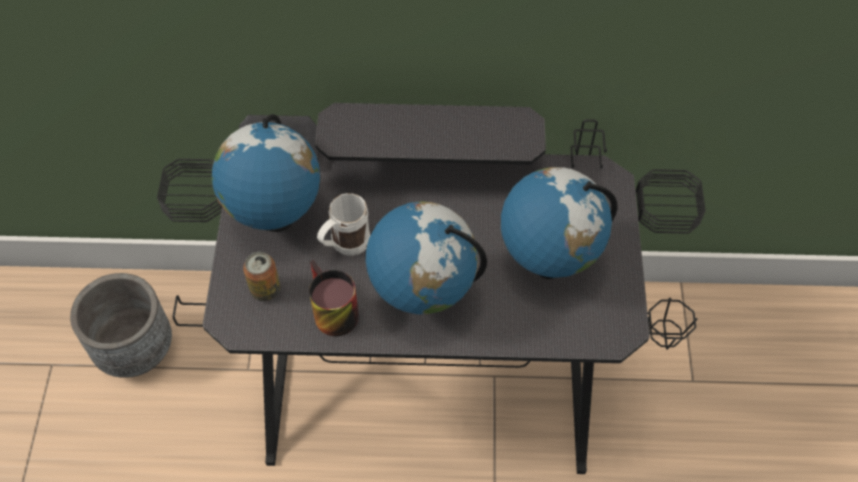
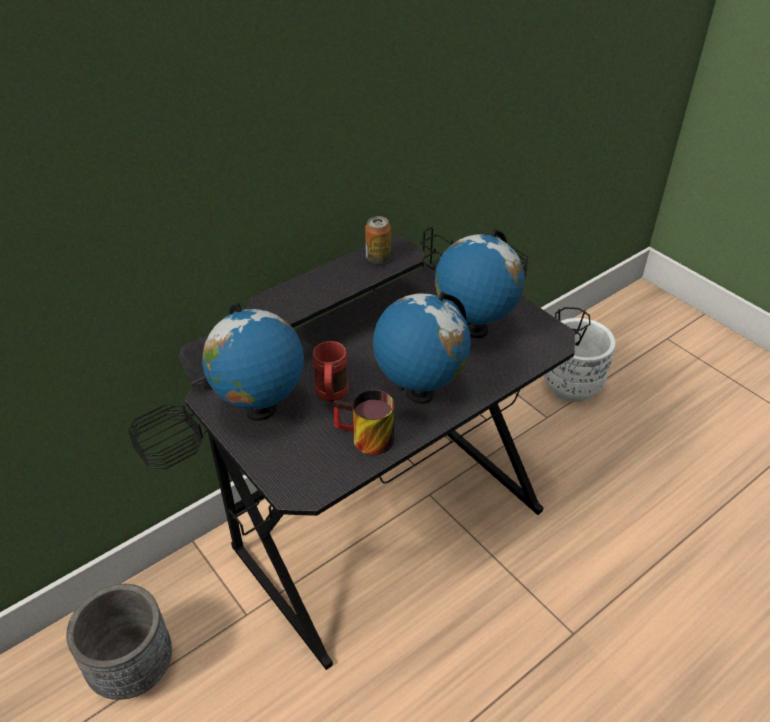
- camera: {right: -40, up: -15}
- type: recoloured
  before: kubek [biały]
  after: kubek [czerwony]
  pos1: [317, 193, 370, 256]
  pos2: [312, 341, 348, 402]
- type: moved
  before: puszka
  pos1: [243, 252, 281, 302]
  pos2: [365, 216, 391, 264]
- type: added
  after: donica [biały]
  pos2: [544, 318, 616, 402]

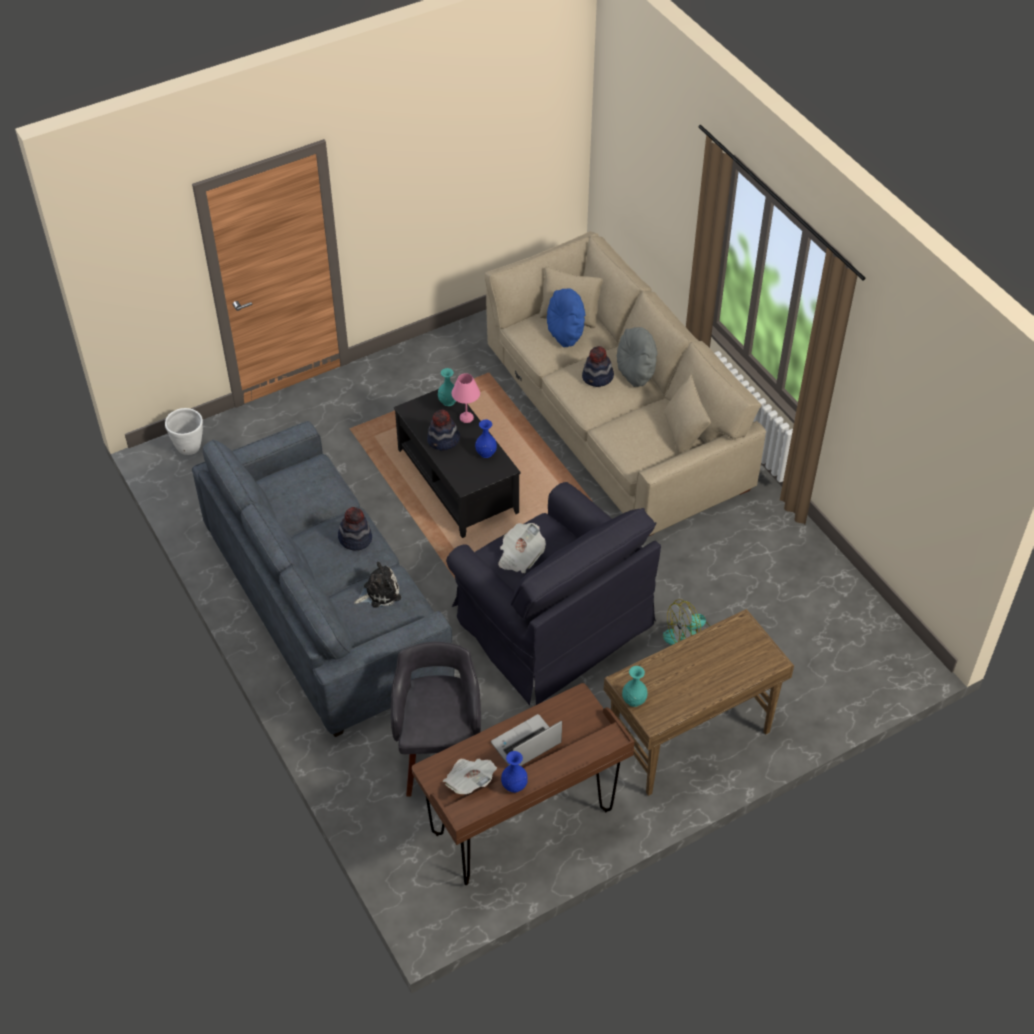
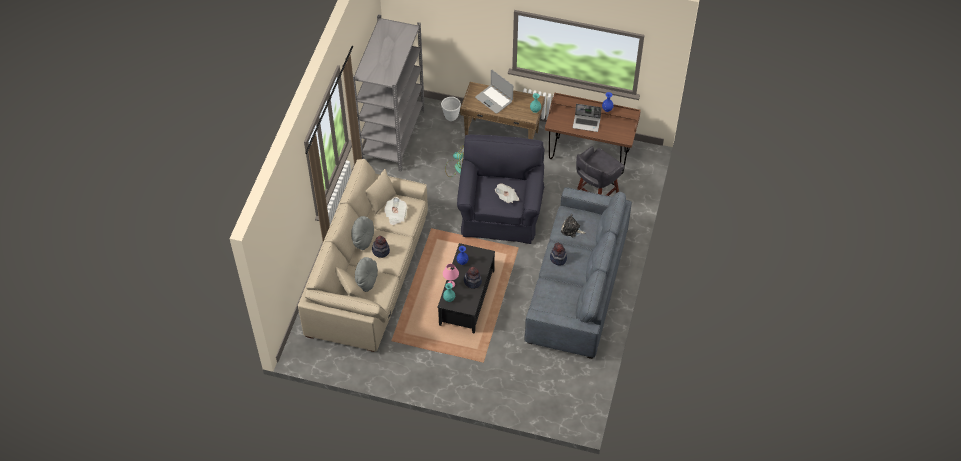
- camera: {right: -135, up: 5}
- type: recoloured
  before: poduszka [niebieski]
  after: poduszka [szary]
  pos1: [547, 289, 585, 347]
  pos2: [355, 257, 378, 292]
- type: moved
  before: donica [biały]
  pos1: [165, 408, 203, 455]
  pos2: [441, 97, 461, 121]
- type: moved
  before: gazeta
  pos1: [443, 759, 497, 794]
  pos2: [384, 197, 408, 225]
- type: added
  after: regał [szary]
  pos2: [353, 14, 425, 172]
- type: added
  after: laptop
  pos2: [475, 70, 513, 114]

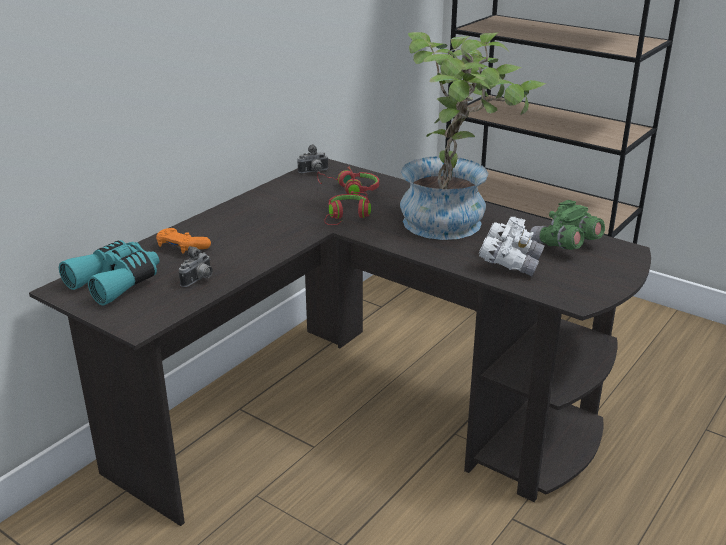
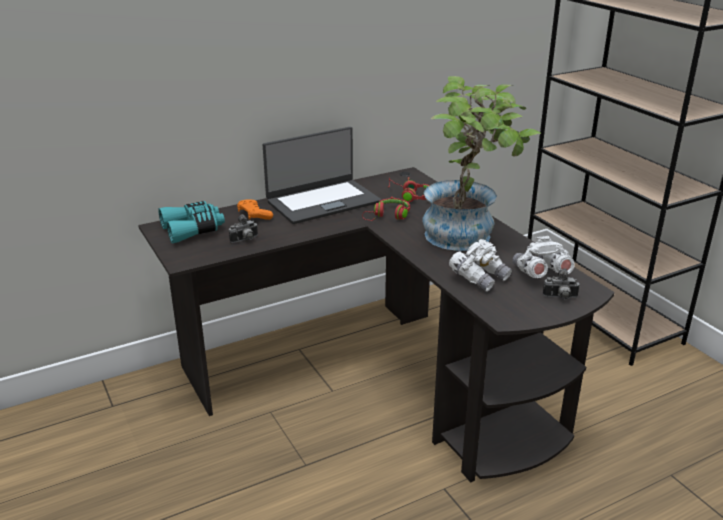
- camera: {right: 25, up: 0}
- type: moved
  before: aparat fotograficzny
  pos1: [297, 144, 329, 174]
  pos2: [543, 268, 580, 299]
- type: recoloured
  before: lornetka [zielony]
  after: lornetka [biały]
  pos1: [530, 200, 605, 250]
  pos2: [512, 236, 575, 278]
- type: added
  after: laptop
  pos2: [263, 127, 381, 224]

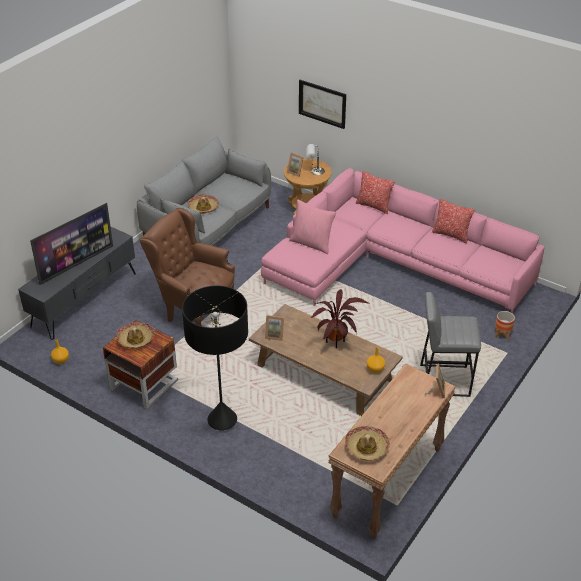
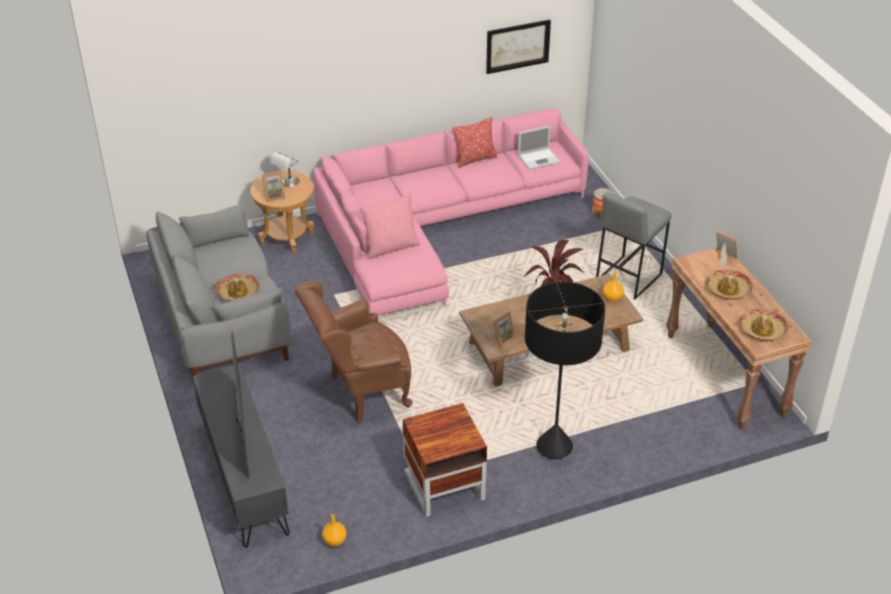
- camera: {right: -55, up: 0}
- type: moved
  before: obraz
  pos1: [299, 80, 346, 129]
  pos2: [486, 20, 551, 74]
- type: removed
  before: poduszka
  pos1: [355, 171, 395, 214]
- type: moved
  before: kapelusz
  pos1: [116, 322, 154, 349]
  pos2: [706, 269, 753, 300]
- type: added
  after: laptop
  pos2: [518, 126, 560, 170]

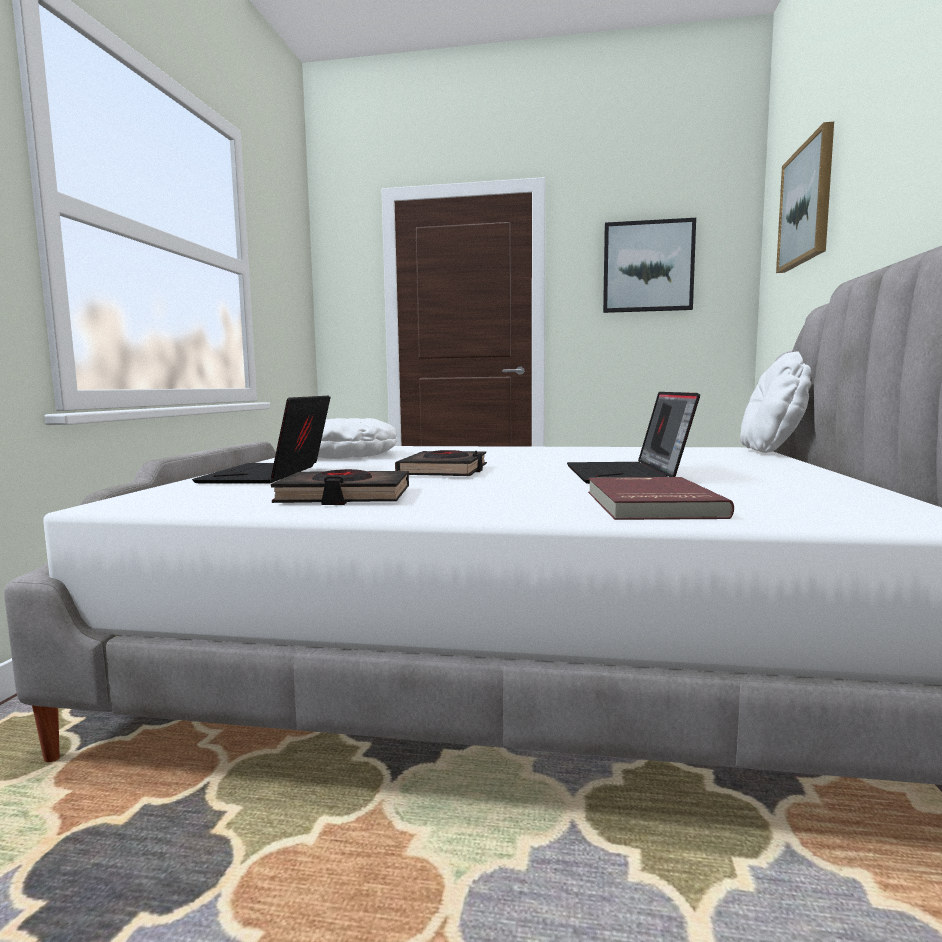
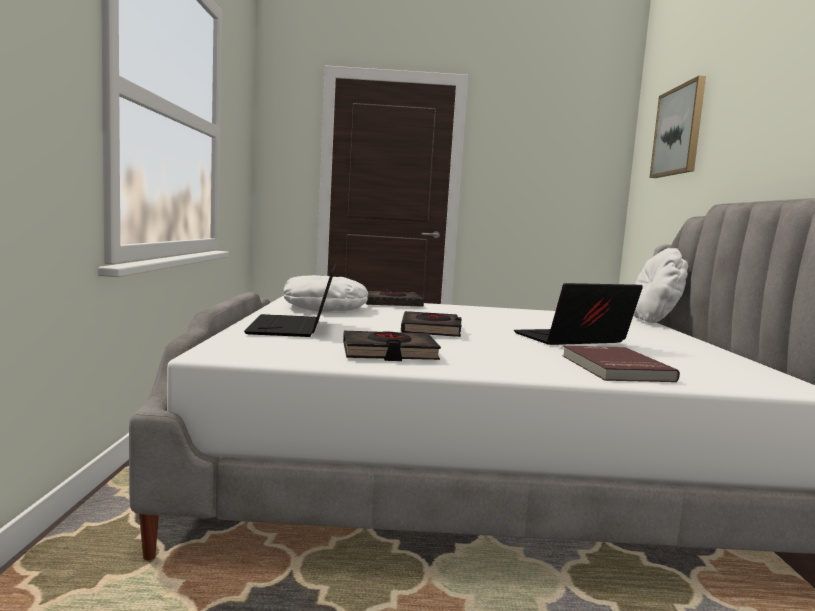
- camera: {right: -10, up: 0}
- type: removed
  before: obraz
  pos1: [603, 218, 696, 313]
- type: turned
  before: laptop
  pos1: [567, 392, 700, 484]
  pos2: [514, 283, 643, 345]
  turn: 75
- type: added
  after: książka [czarny]
  pos2: [366, 289, 424, 307]

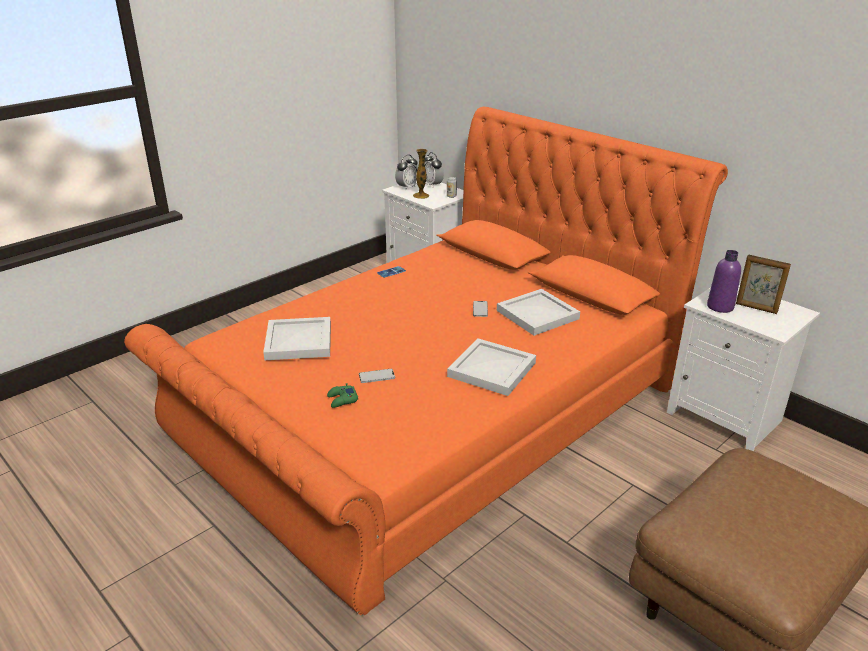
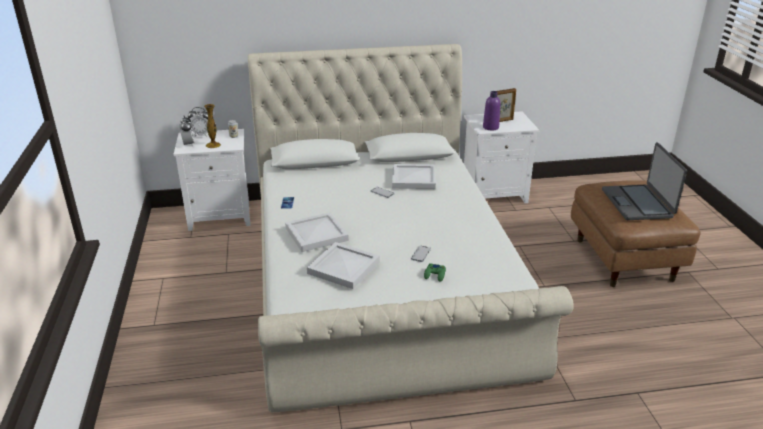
- camera: {right: -55, up: 0}
- type: recoloured
  before: łóżko [pomarańczowy]
  after: łóżko [beżowy]
  pos1: [124, 107, 728, 615]
  pos2: [248, 44, 574, 412]
- type: moved
  before: taca [biały]
  pos1: [447, 338, 536, 396]
  pos2: [285, 212, 349, 252]
- type: added
  after: laptop
  pos2: [602, 142, 687, 220]

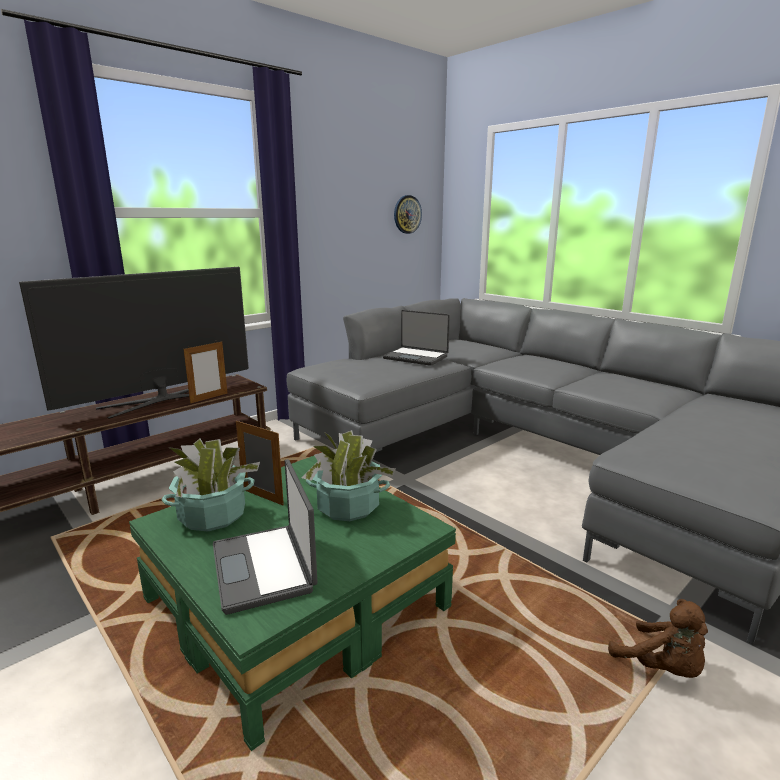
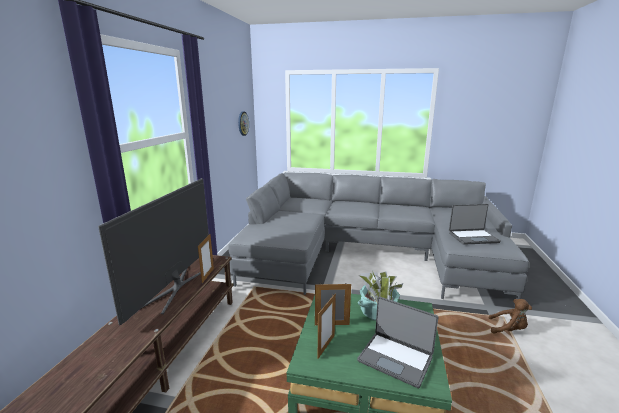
- camera: {right: -35, up: 0}
- type: moved
  before: laptop
  pos1: [383, 310, 450, 366]
  pos2: [449, 204, 501, 245]
- type: replaced
  before: roślina doniczkowa
  after: ramka na zdjęcie
  pos1: [161, 439, 260, 531]
  pos2: [318, 293, 336, 359]

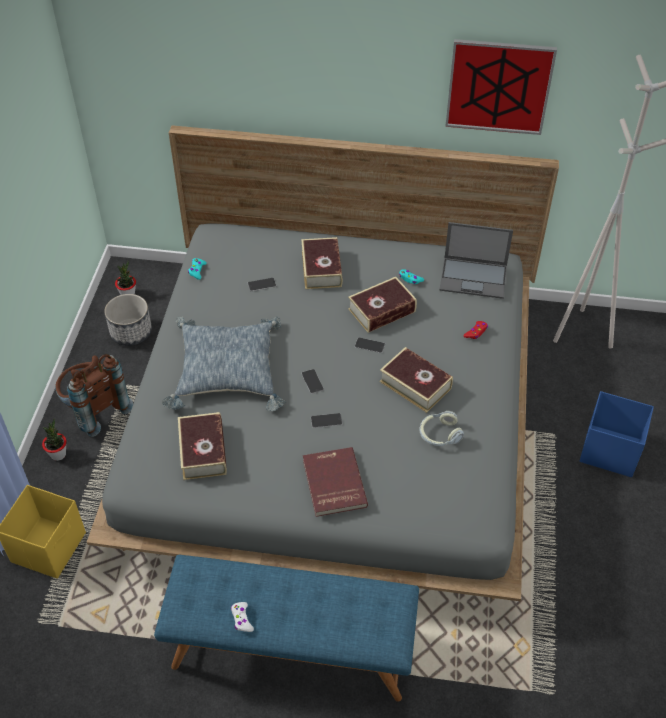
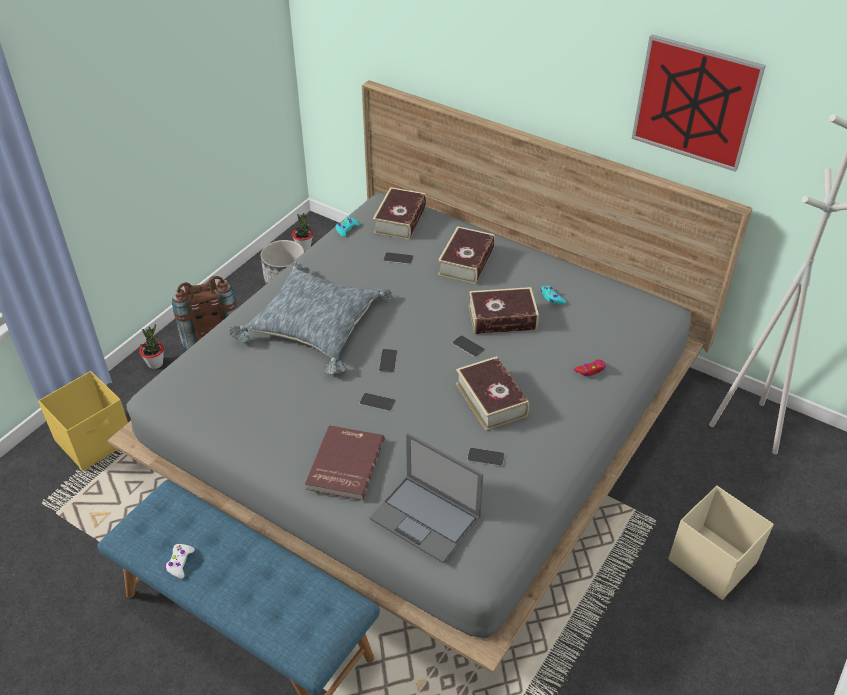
- camera: {right: 25, up: -5}
- type: moved
  before: laptop
  pos1: [440, 222, 513, 299]
  pos2: [369, 433, 483, 563]
- type: recoloured
  before: pojemnik do przechowywania [niebieski]
  after: pojemnik do przechowywania [beżowy]
  pos1: [580, 391, 654, 477]
  pos2: [668, 485, 774, 600]
- type: replaced
  before: słuchawki
  after: telefon
  pos1: [420, 411, 464, 446]
  pos2: [467, 448, 505, 466]
- type: moved
  before: książka
  pos1: [178, 412, 227, 480]
  pos2: [373, 187, 426, 240]

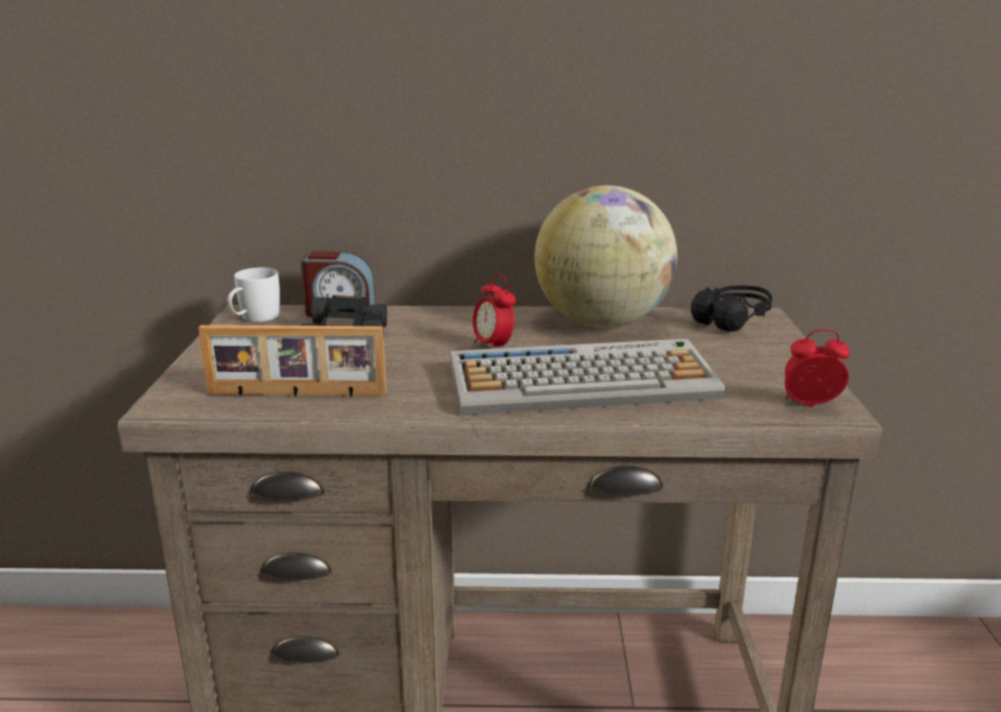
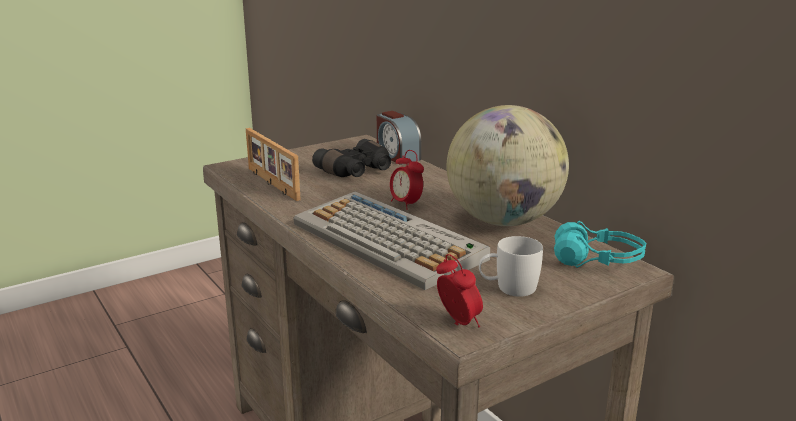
- camera: {right: 55, up: 0}
- type: moved
  before: kubek [biały]
  pos1: [228, 268, 280, 322]
  pos2: [479, 236, 543, 297]
- type: turned
  before: budzik
  pos1: [473, 275, 516, 349]
  pos2: [390, 150, 424, 210]
  turn: -60
- type: recoloured
  before: słuchawki [czarny]
  after: słuchawki [turkusowy]
  pos1: [691, 286, 773, 332]
  pos2: [554, 221, 646, 268]

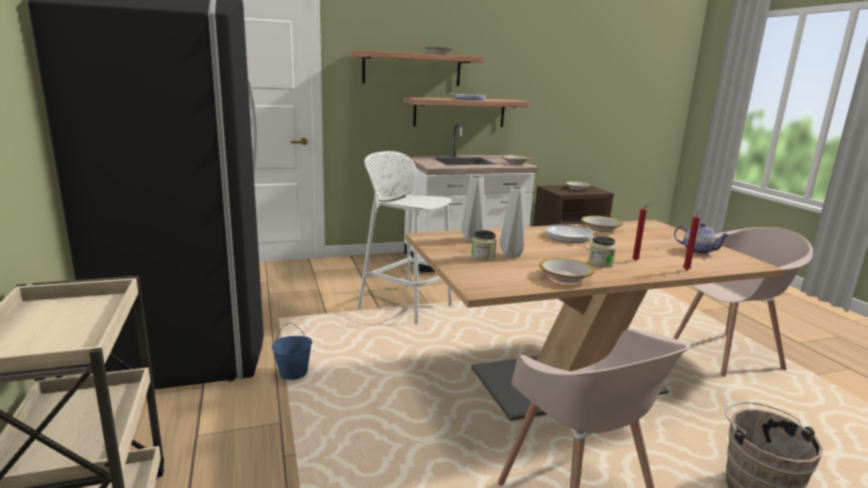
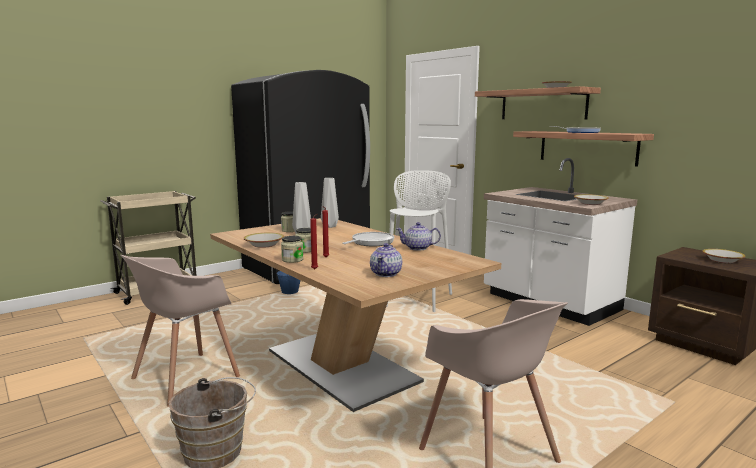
- camera: {right: 70, up: -5}
- type: replaced
  before: miska
  after: imbryk
  pos1: [581, 216, 623, 232]
  pos2: [396, 222, 441, 251]
- type: added
  after: słoik
  pos2: [281, 236, 303, 263]

